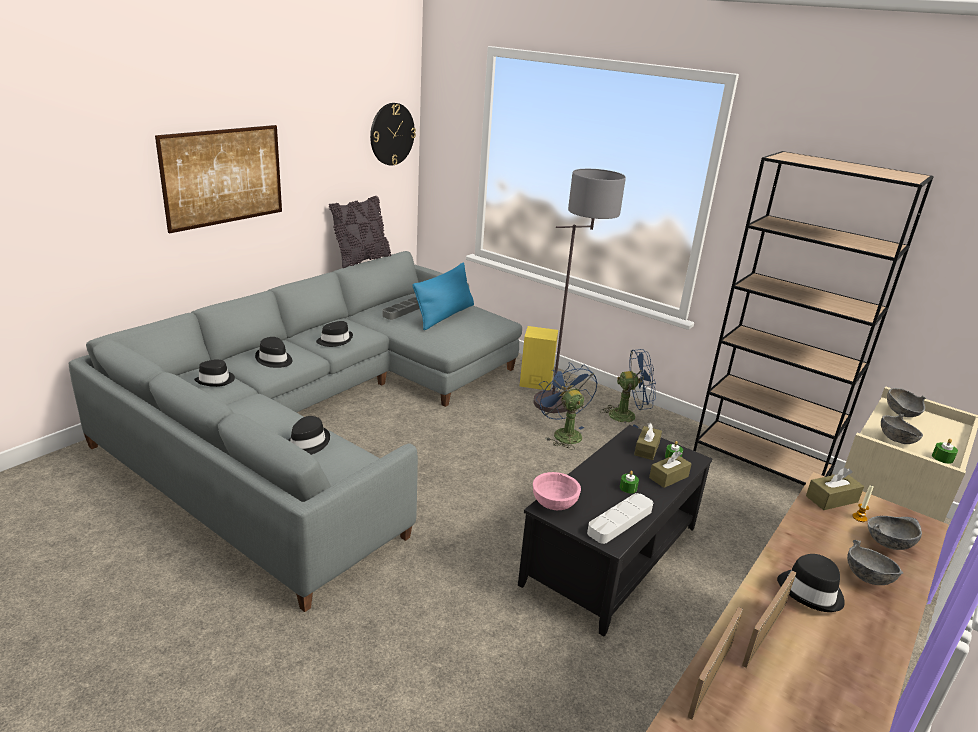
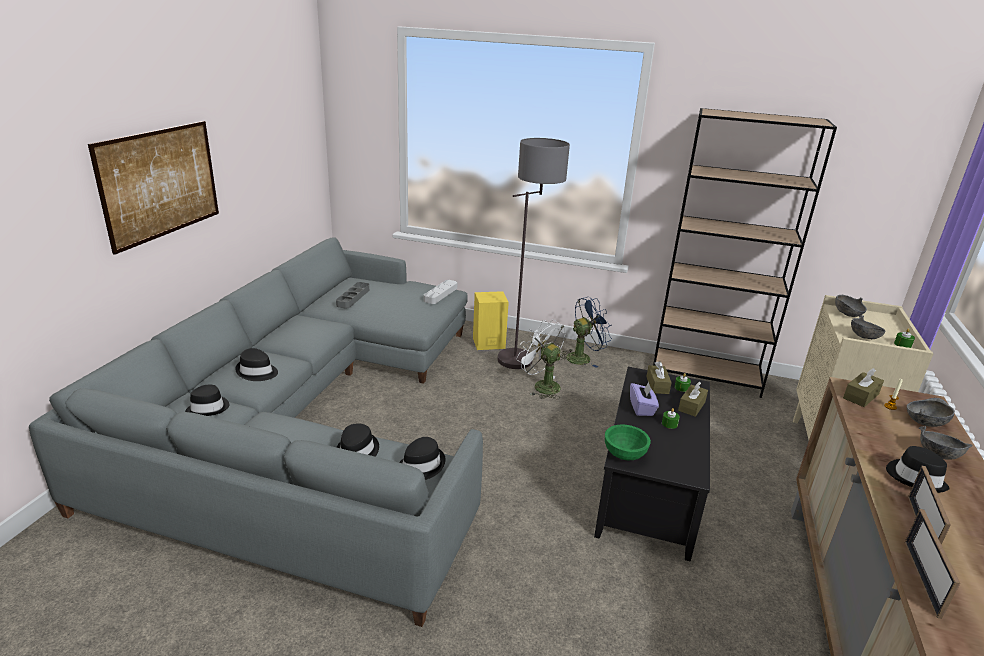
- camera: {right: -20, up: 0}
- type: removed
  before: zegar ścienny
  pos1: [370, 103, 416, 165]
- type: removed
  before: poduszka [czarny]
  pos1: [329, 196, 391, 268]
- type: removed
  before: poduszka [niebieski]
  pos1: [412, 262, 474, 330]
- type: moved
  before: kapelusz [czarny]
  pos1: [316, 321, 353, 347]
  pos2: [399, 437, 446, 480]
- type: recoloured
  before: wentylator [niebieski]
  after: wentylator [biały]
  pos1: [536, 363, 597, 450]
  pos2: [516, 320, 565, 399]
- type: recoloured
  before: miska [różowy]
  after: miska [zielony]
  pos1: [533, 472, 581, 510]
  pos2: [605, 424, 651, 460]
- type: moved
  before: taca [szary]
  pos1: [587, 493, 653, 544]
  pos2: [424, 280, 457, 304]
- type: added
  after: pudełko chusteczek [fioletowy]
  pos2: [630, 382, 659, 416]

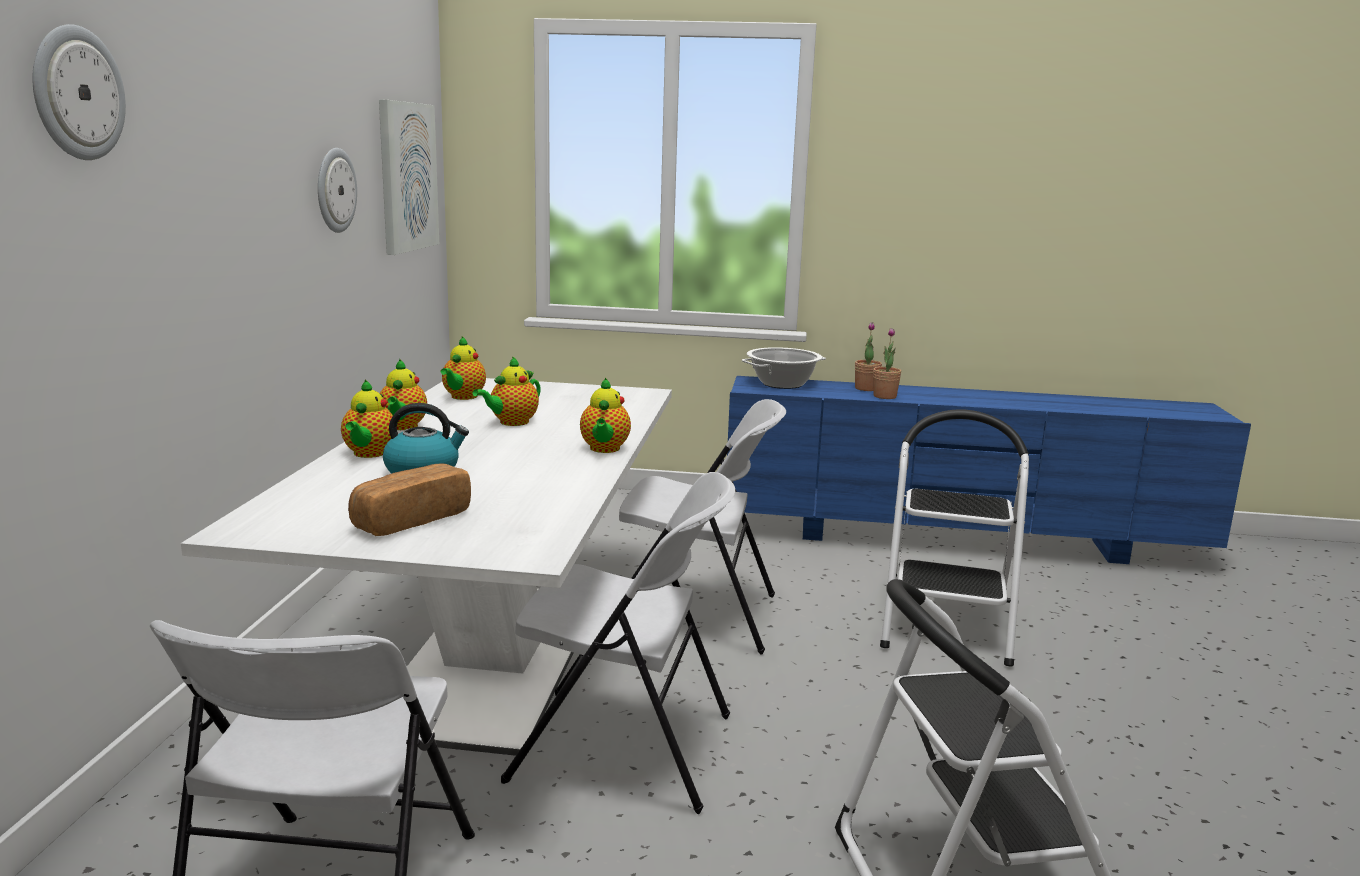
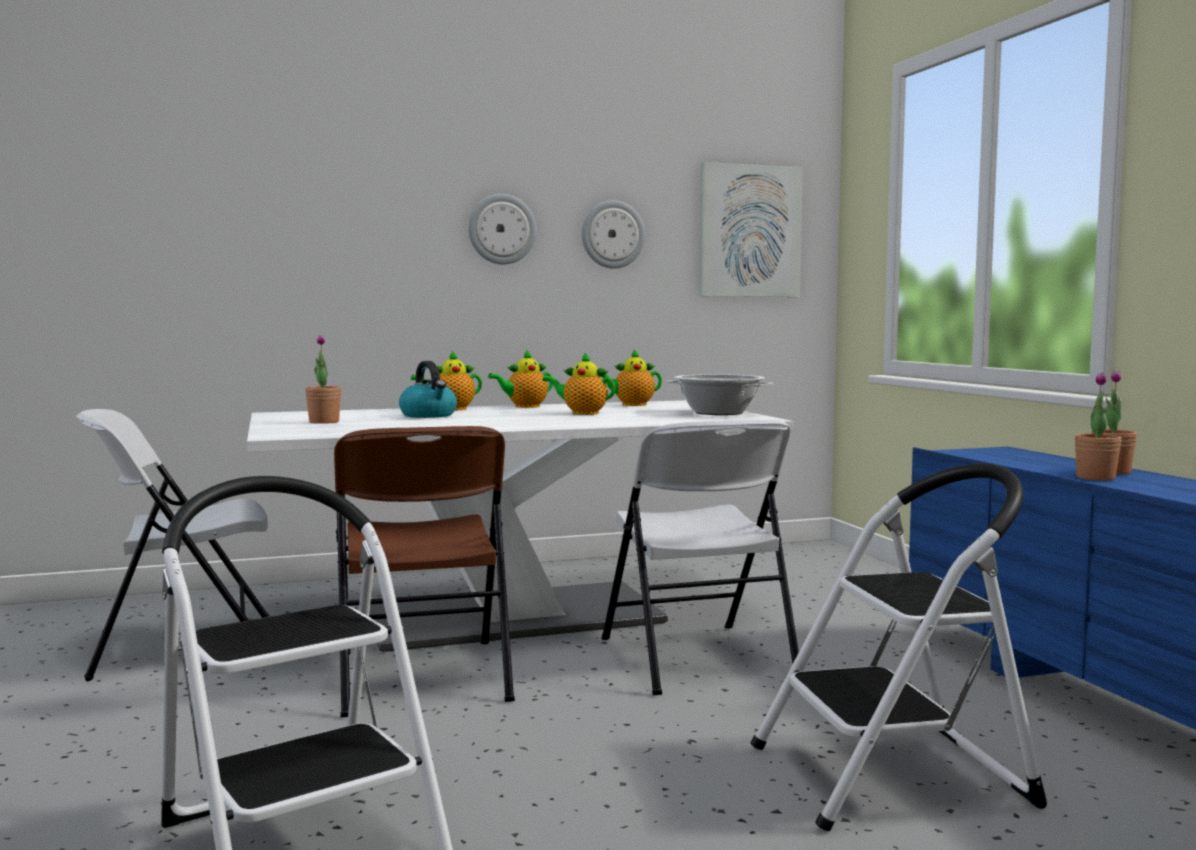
- camera: {right: 65, up: -10}
- type: moved
  before: zegar ścienny
  pos1: [32, 24, 126, 160]
  pos2: [468, 194, 536, 264]
- type: moved
  before: garnek
  pos1: [742, 347, 826, 389]
  pos2: [666, 374, 773, 415]
- type: removed
  before: imbryk
  pos1: [580, 378, 631, 453]
- type: replaced
  before: chleb
  after: roślina doniczkowa
  pos1: [348, 464, 471, 536]
  pos2: [305, 335, 341, 424]
- type: recoloured
  before: krzesło [biały]
  after: krzesło [brązowy]
  pos1: [501, 472, 735, 814]
  pos2: [334, 426, 515, 718]

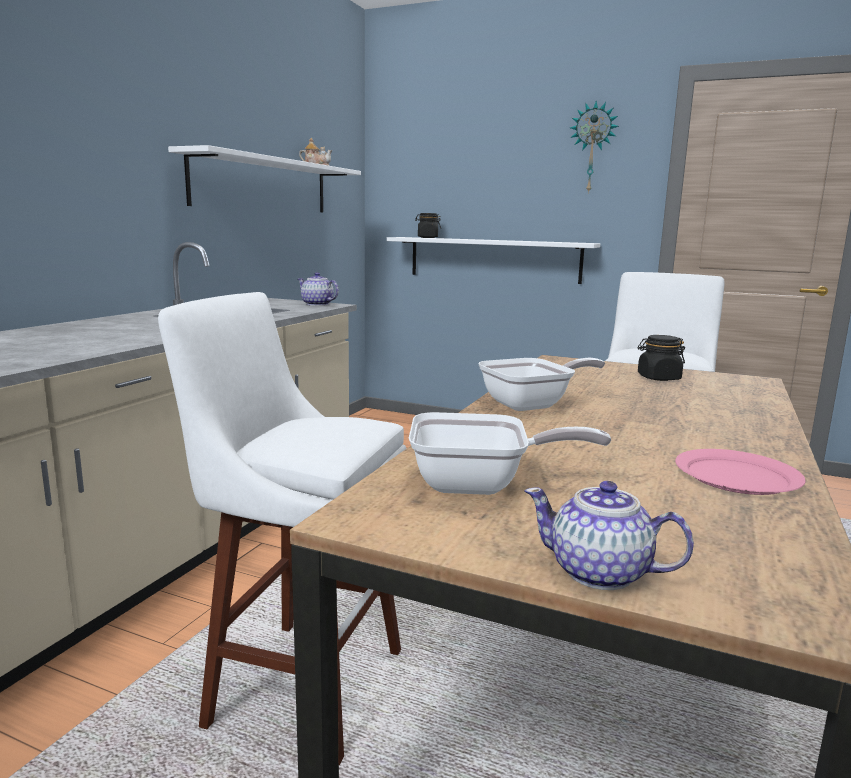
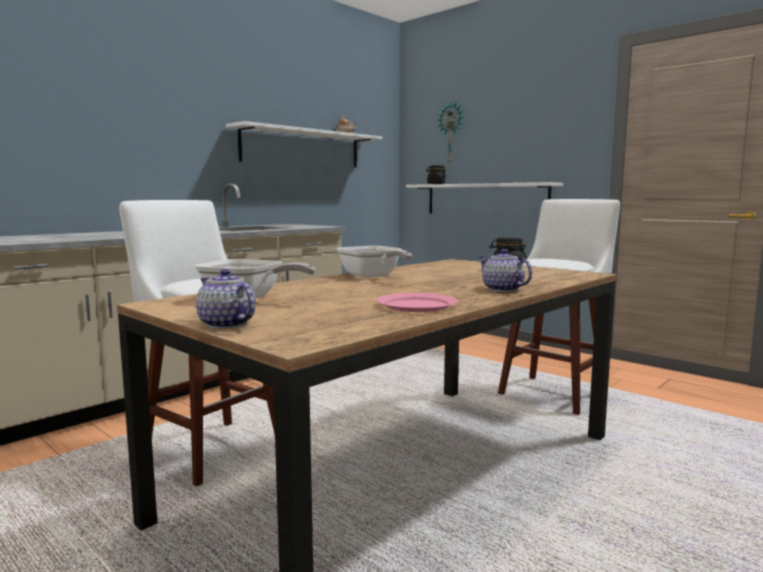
- camera: {right: 20, up: -5}
- type: moved
  before: zegar ścienny
  pos1: [570, 101, 619, 194]
  pos2: [437, 102, 464, 164]
- type: moved
  before: imbryk
  pos1: [298, 272, 339, 306]
  pos2: [478, 249, 533, 292]
- type: turned
  before: patelnia
  pos1: [478, 358, 605, 411]
  pos2: [337, 246, 412, 278]
  turn: 60

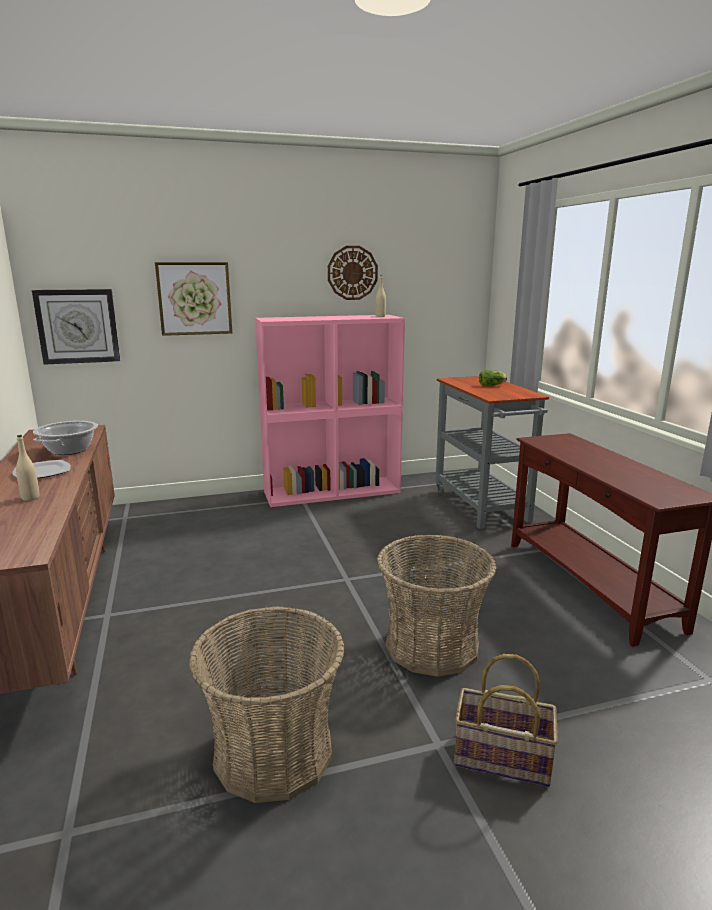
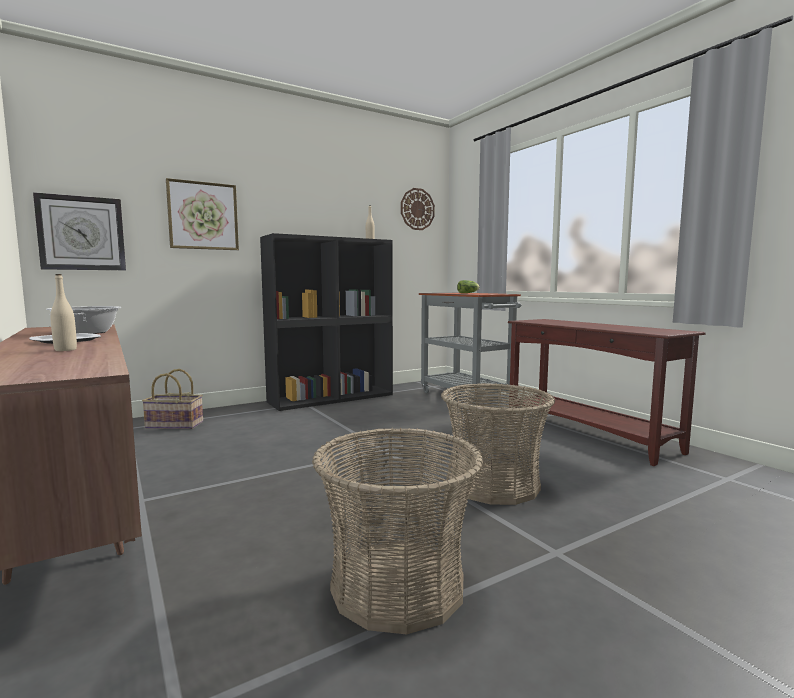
- camera: {right: -15, up: -10}
- type: moved
  before: zegar ścienny
  pos1: [328, 246, 378, 300]
  pos2: [401, 188, 435, 230]
- type: recoloured
  before: regał [różowy]
  after: regał [czarny]
  pos1: [255, 315, 405, 507]
  pos2: [260, 233, 393, 411]
- type: moved
  before: koszyk
  pos1: [454, 654, 558, 787]
  pos2: [142, 369, 203, 429]

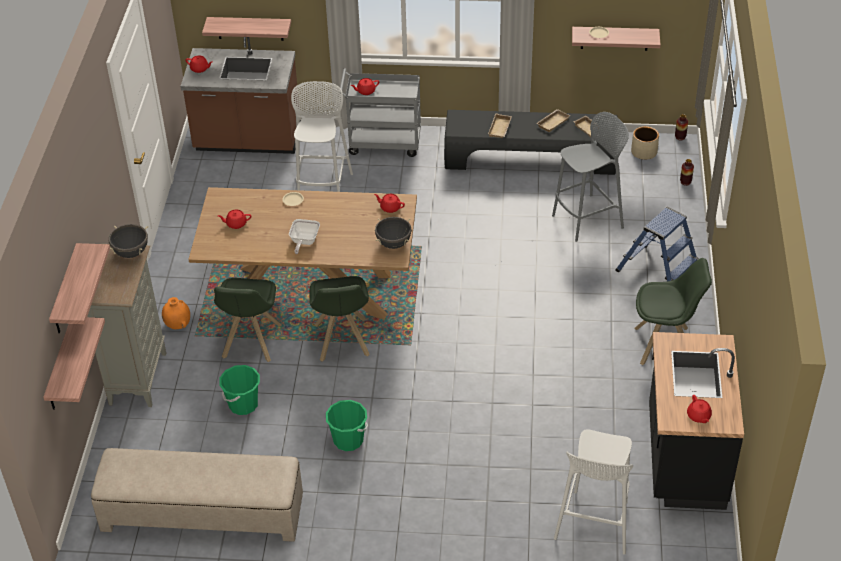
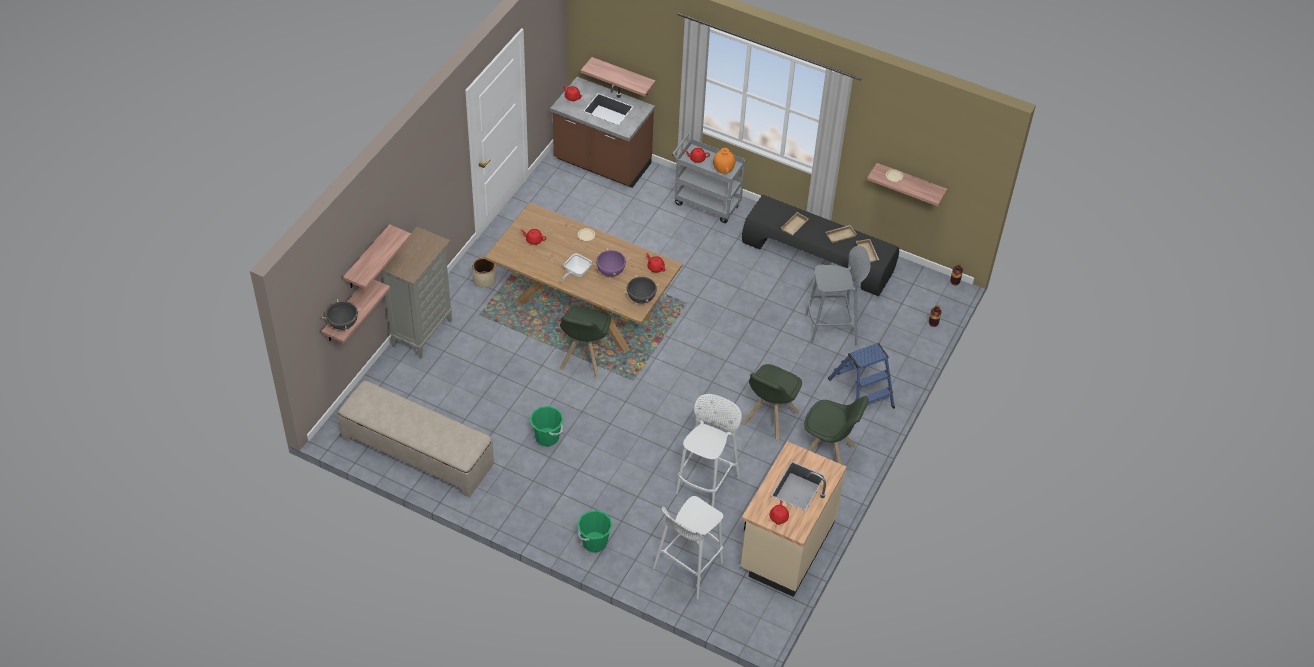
- camera: {right: 20, up: 5}
- type: moved
  before: stołek [biały]
  pos1: [291, 81, 353, 192]
  pos2: [675, 394, 742, 507]
- type: moved
  before: donica [beżowy]
  pos1: [631, 126, 659, 160]
  pos2: [472, 257, 496, 288]
- type: moved
  before: garnek [czarny]
  pos1: [109, 224, 148, 258]
  pos2: [322, 299, 361, 330]
- type: moved
  before: krzesło [zielony]
  pos1: [214, 278, 281, 362]
  pos2: [742, 364, 802, 441]
- type: moved
  before: wazon [pomarańczowy]
  pos1: [162, 297, 190, 329]
  pos2: [713, 148, 735, 174]
- type: recoloured
  before: zabudowa kuchenna [czarny]
  after: zabudowa kuchenna [beżowy]
  pos1: [649, 332, 744, 510]
  pos2: [741, 441, 847, 597]
- type: moved
  before: wiadro [zielony]
  pos1: [219, 365, 260, 415]
  pos2: [577, 510, 613, 553]
- type: added
  after: garnek [fioletowy]
  pos2: [593, 248, 629, 277]

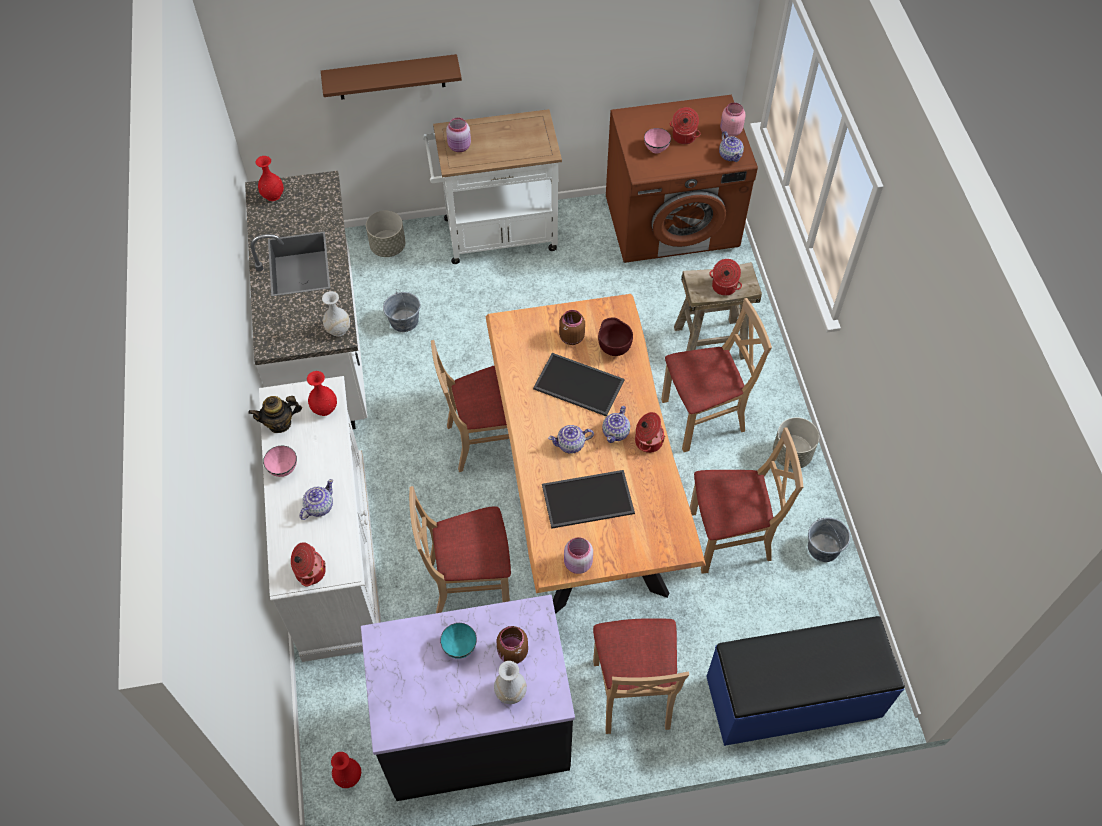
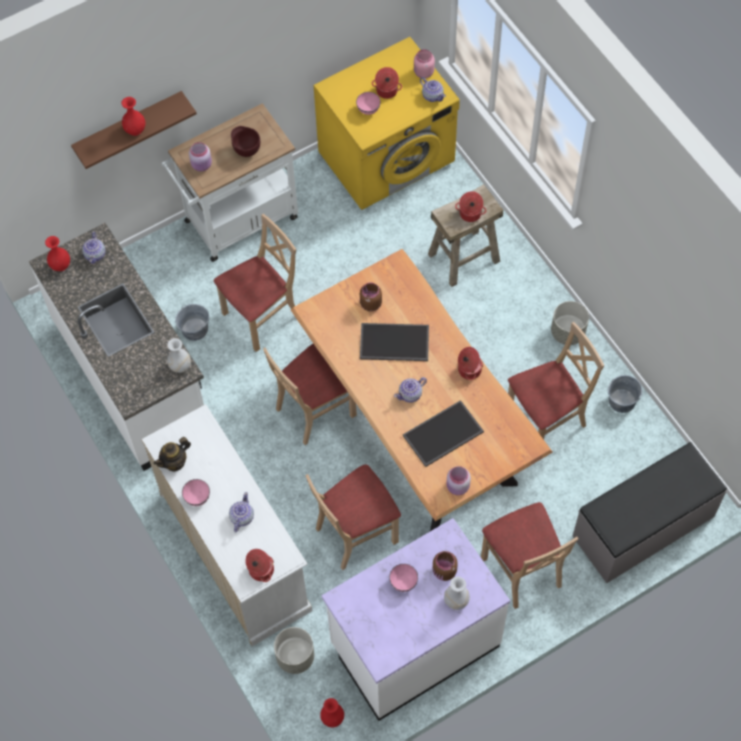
- camera: {right: -20, up: 5}
- type: recoloured
  before: pralka [brązowy]
  after: pralka [żółty]
  pos1: [606, 95, 758, 263]
  pos2: [313, 37, 460, 210]
- type: moved
  before: donica [szary]
  pos1: [366, 211, 406, 257]
  pos2: [274, 627, 314, 674]
- type: moved
  before: krzesło [beżowy]
  pos1: [661, 298, 772, 452]
  pos2: [213, 214, 296, 352]
- type: moved
  before: miska [brązowy]
  pos1: [598, 317, 633, 356]
  pos2: [231, 126, 260, 157]
- type: moved
  before: wazon [czerwony]
  pos1: [307, 371, 337, 416]
  pos2: [121, 97, 146, 136]
- type: moved
  before: imbryk
  pos1: [602, 406, 630, 443]
  pos2: [82, 232, 105, 264]
- type: recoloured
  before: zabudowa kuchenna [czarny]
  after: zabudowa kuchenna [biały]
  pos1: [361, 595, 575, 801]
  pos2: [322, 518, 510, 721]
- type: recoloured
  before: ławka [niebieski]
  after: ławka [szary]
  pos1: [706, 616, 905, 746]
  pos2: [573, 442, 727, 583]
- type: recoloured
  before: miska [turkusowy]
  after: miska [różowy]
  pos1: [440, 623, 477, 659]
  pos2: [389, 564, 418, 592]

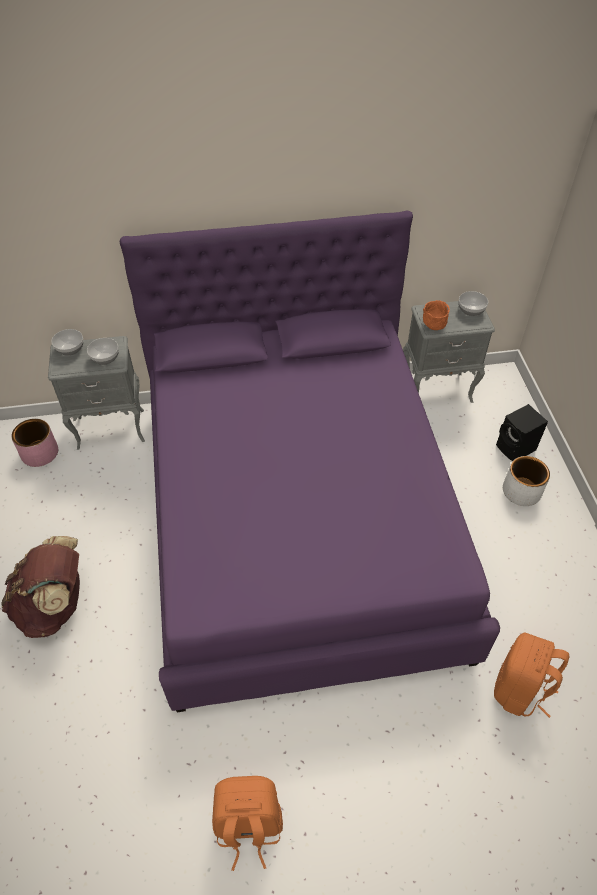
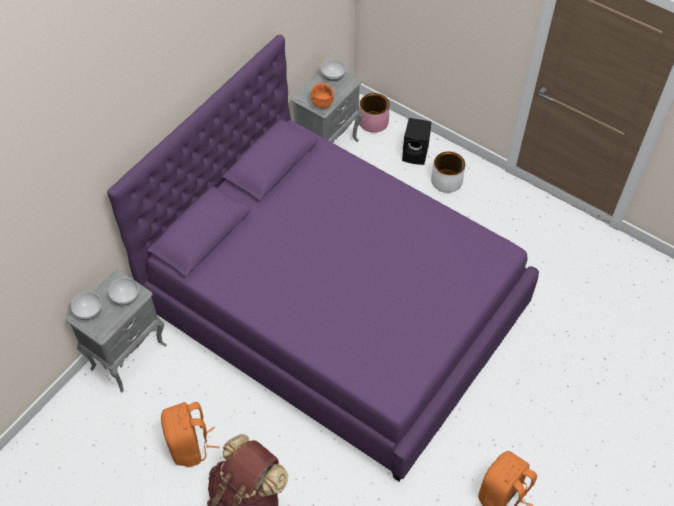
- camera: {right: -45, up: 5}
- type: moved
  before: donica [różowy]
  pos1: [11, 419, 58, 467]
  pos2: [359, 93, 390, 133]
- type: moved
  before: plecak [pomarańczowy]
  pos1: [494, 632, 569, 718]
  pos2: [161, 402, 219, 467]

